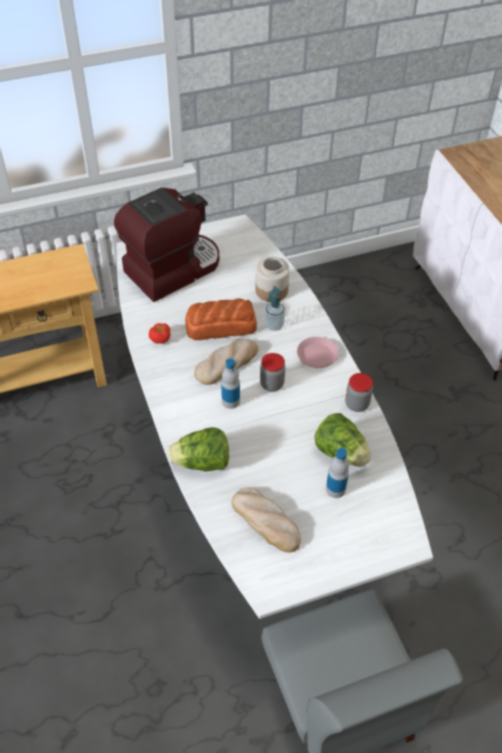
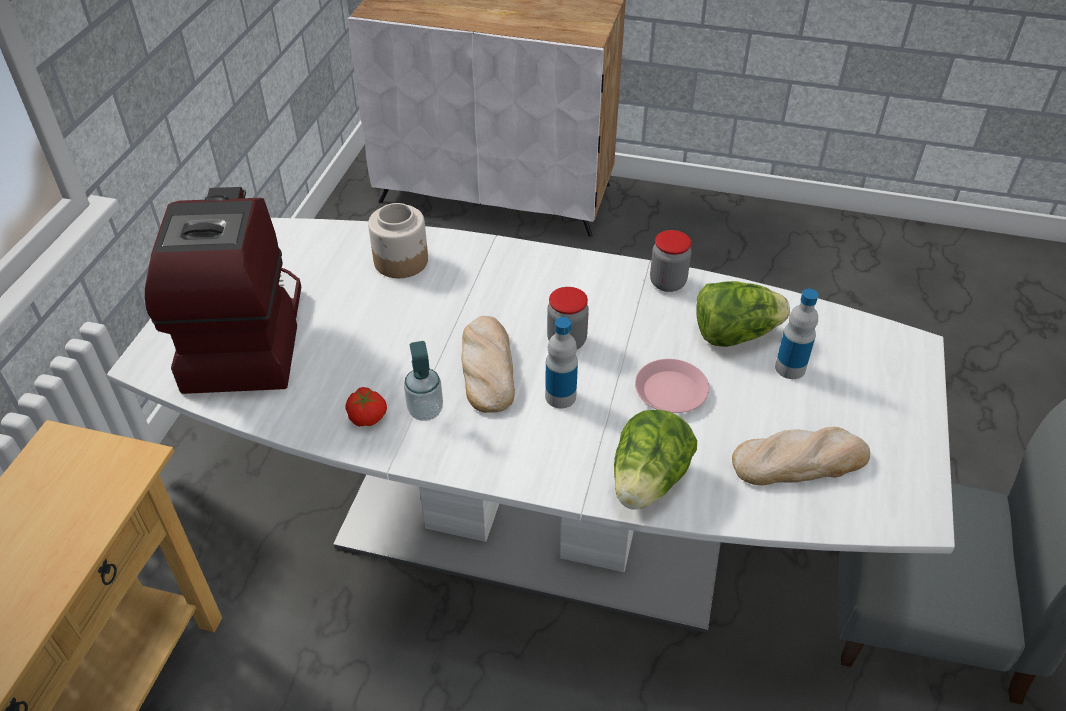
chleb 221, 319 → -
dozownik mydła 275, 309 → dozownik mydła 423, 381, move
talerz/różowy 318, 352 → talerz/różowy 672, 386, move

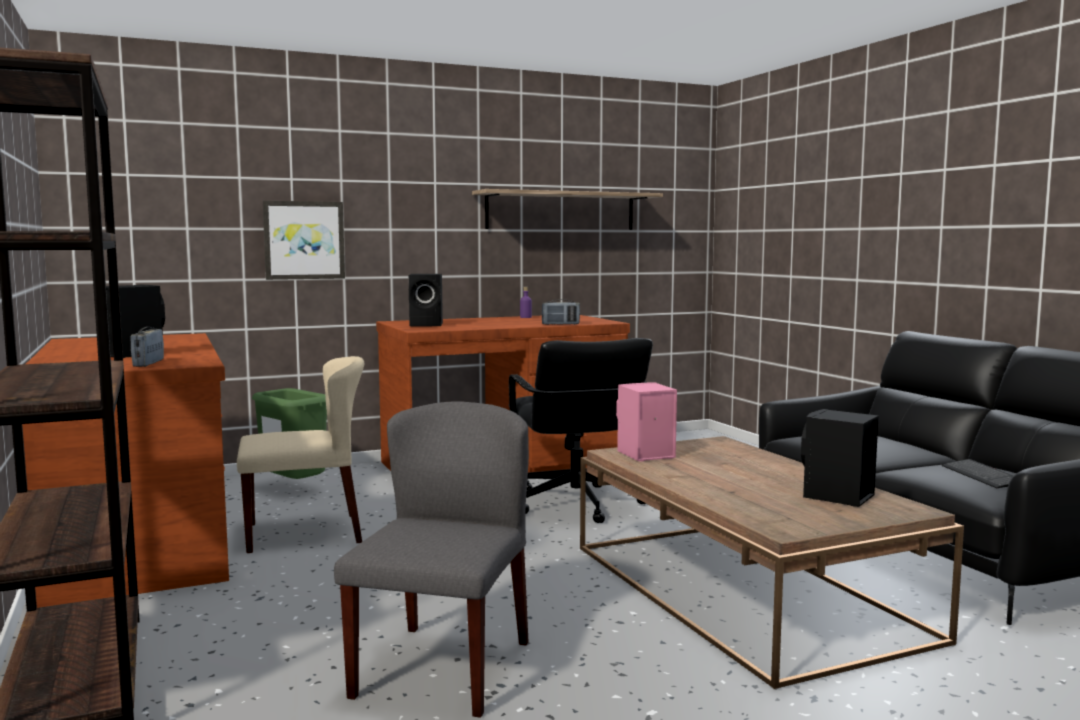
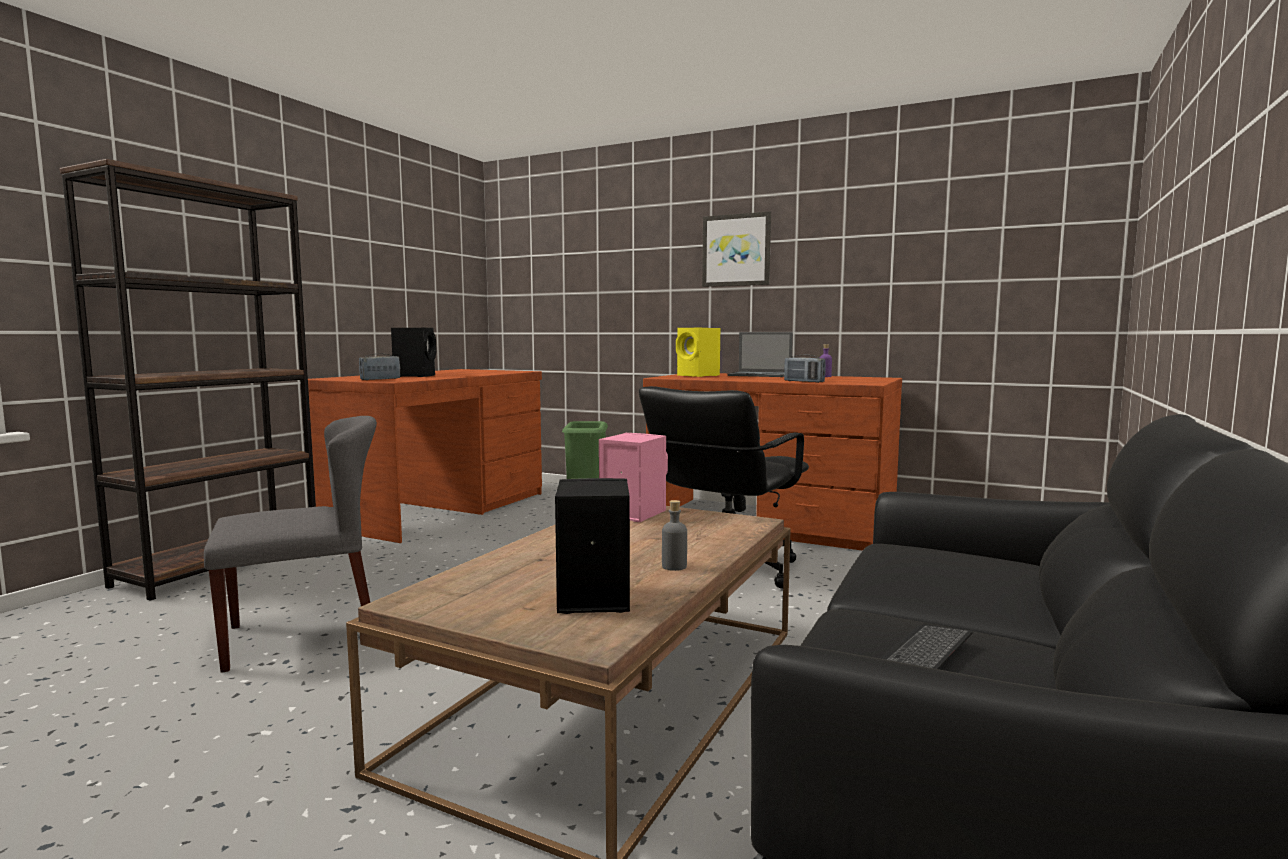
krzesło/beżowy 301, 454 → -
obraz 304, 240 → obraz 736, 249, move
głośnik/czarny 426, 300 → głośnik/żółty 698, 352
półka 567, 209 → -
- → butelka/szary 674, 535
- → laptop 760, 354

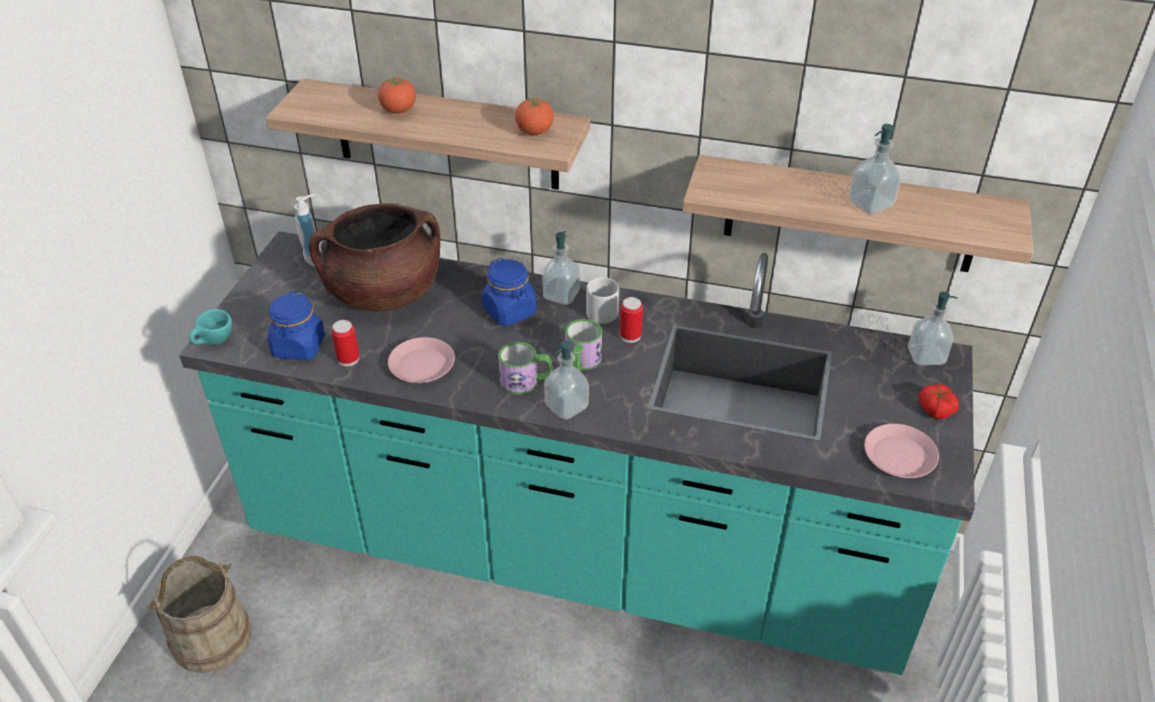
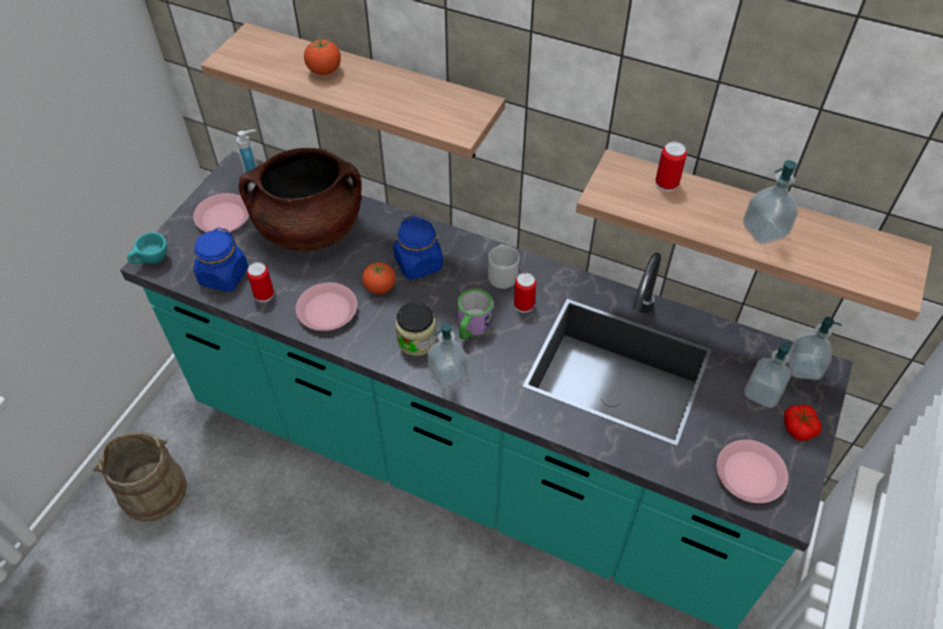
kubek 525, 368 → słoik 416, 329
pomidor 534, 116 → pomidor 379, 278, move
dozownik mydła 561, 268 → dozownik mydła 767, 374, move
- → talerz/różowy 221, 212
- → puszka 671, 167

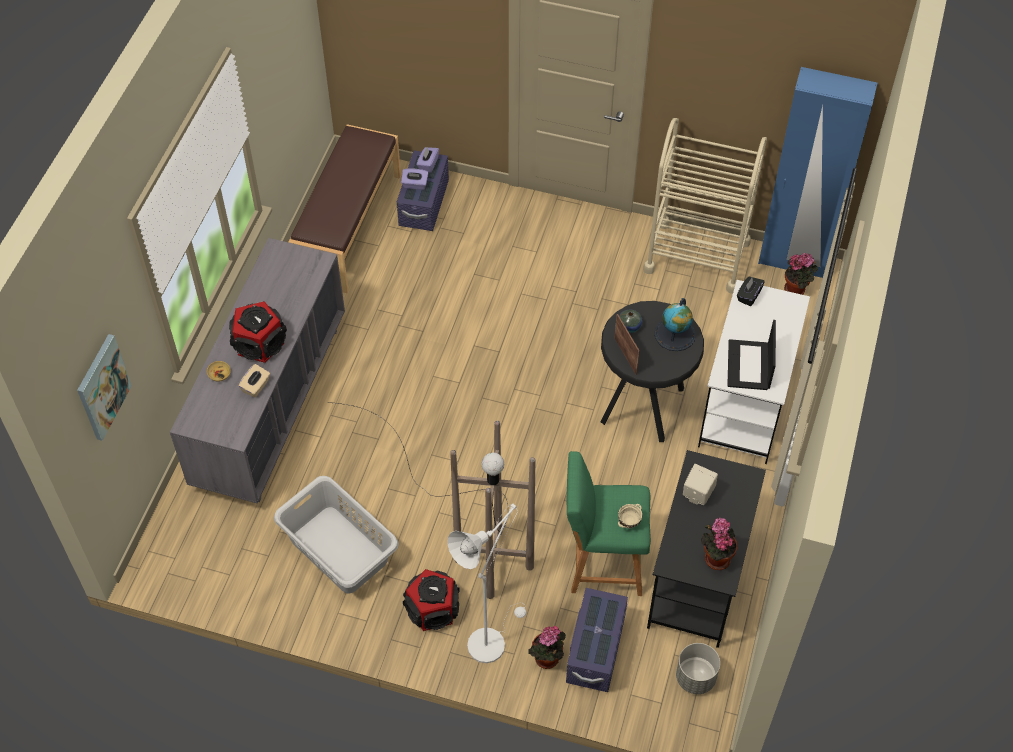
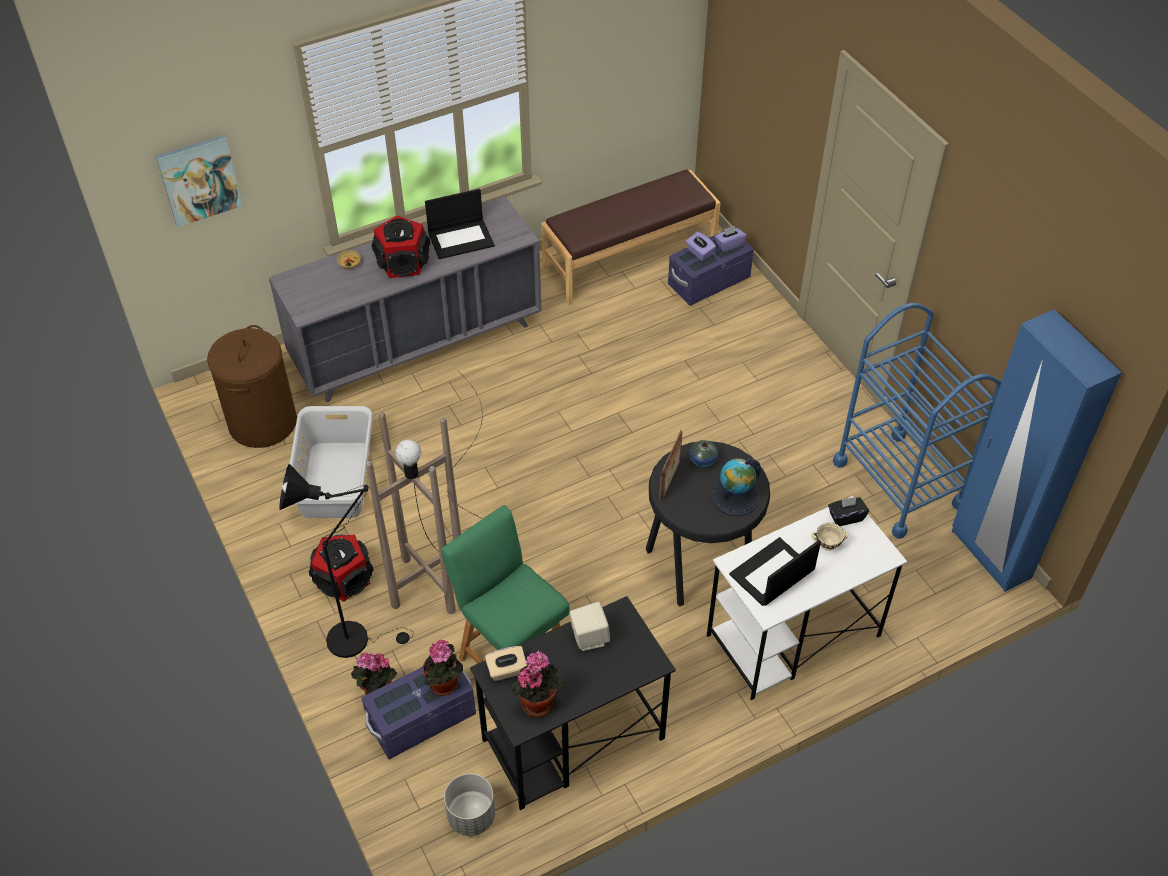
pudełko chusteczek/beżowy 254, 380 → pudełko chusteczek/beżowy 506, 663, move
lampa stojąca/biały 486, 583 → lampa stojąca/czarny 345, 561
miska/beżowy 630, 516 → miska/beżowy 830, 536, move
wózek/beżowy 705, 205 → wózek/niebieski 917, 421
roślina doniczkowa 801, 274 → roślina doniczkowa 443, 668, move
- → kosz na pranie/brązowy 252, 386
- → laptop 460, 224

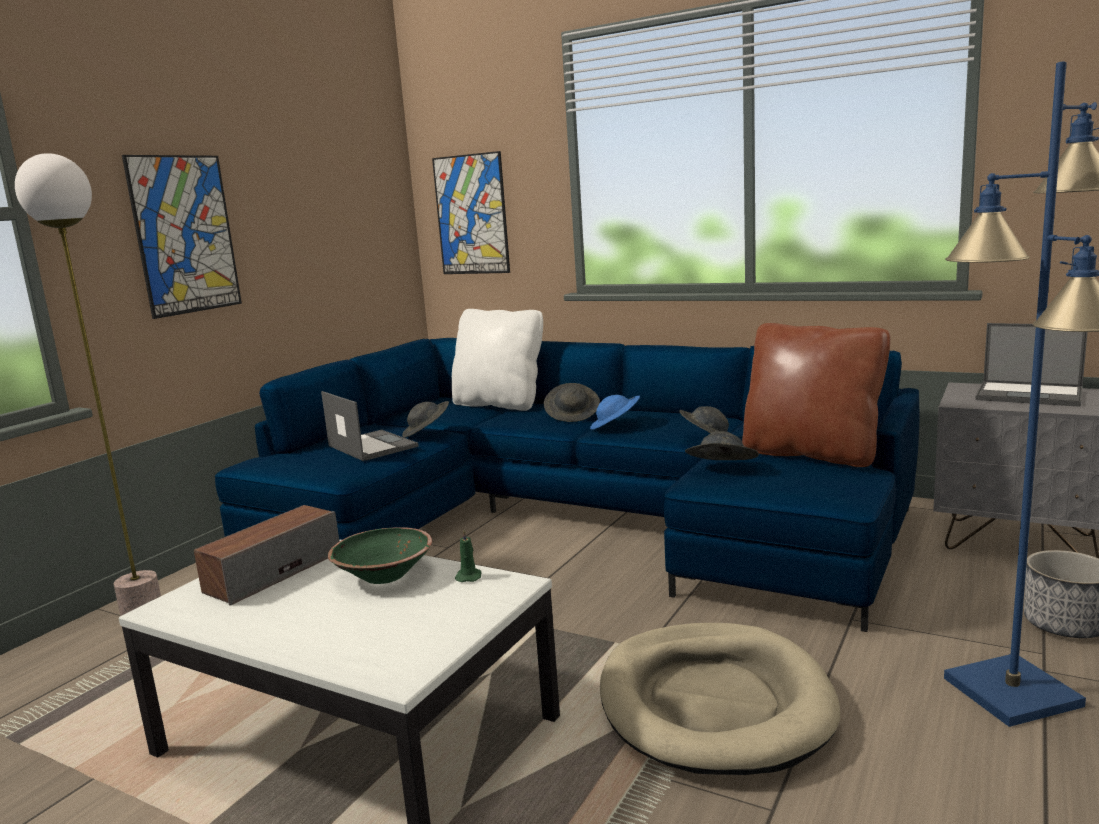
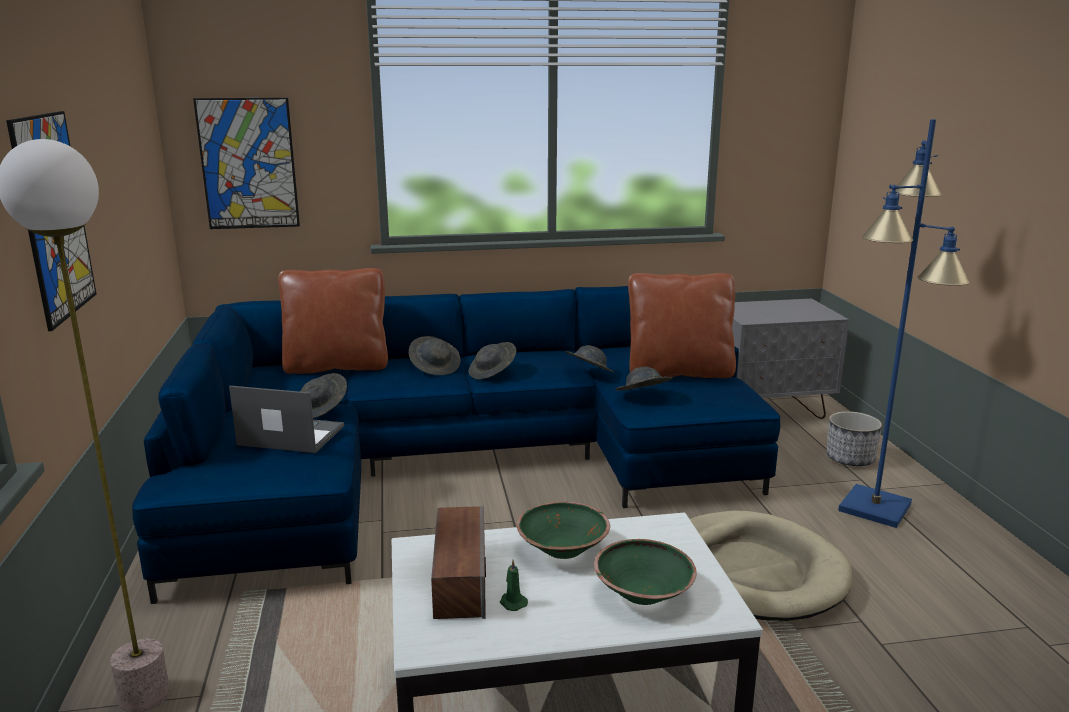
poduszka/biały 497, 360 → poduszka/brązowy 333, 321
świeca/zielony 468, 555 → świeca/zielony 514, 585, move
kapelusz/niebieski 615, 412 → kapelusz/szary 492, 360
laptop 1031, 365 → -
- → miska/zielony 645, 572

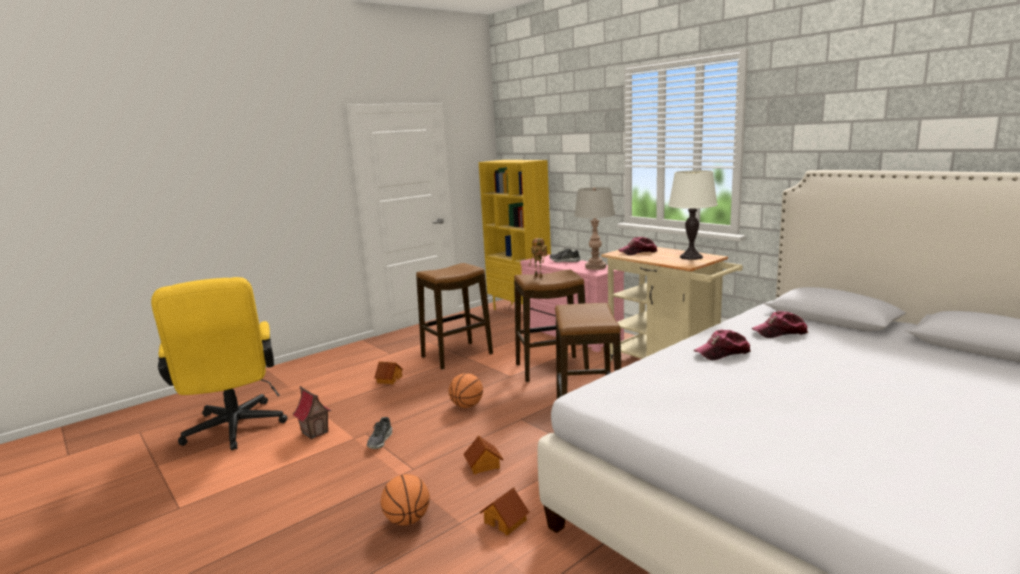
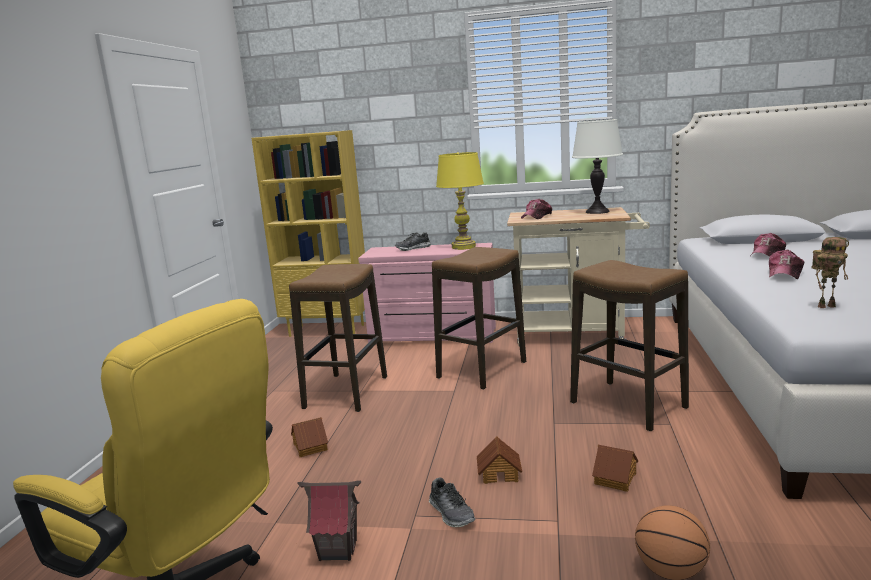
piłka do koszykówki 466, 390 → -
domek 504, 511 → domek 499, 460, move
robot zabawkowy 538, 258 → robot zabawkowy 830, 272, move
lampa stołowa/szary 594, 228 → lampa stołowa/żółty 460, 201

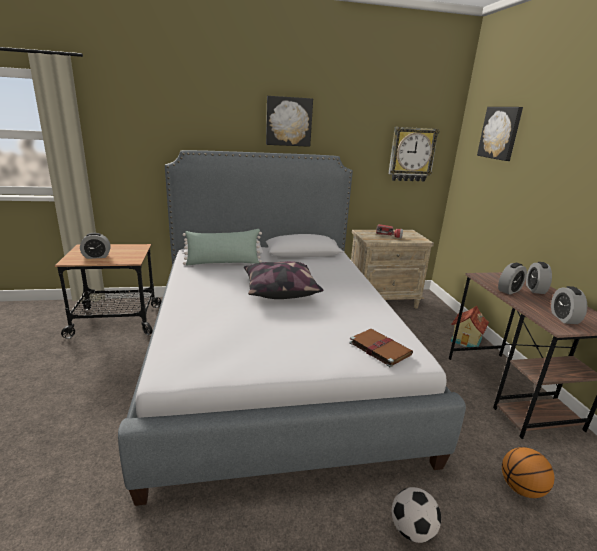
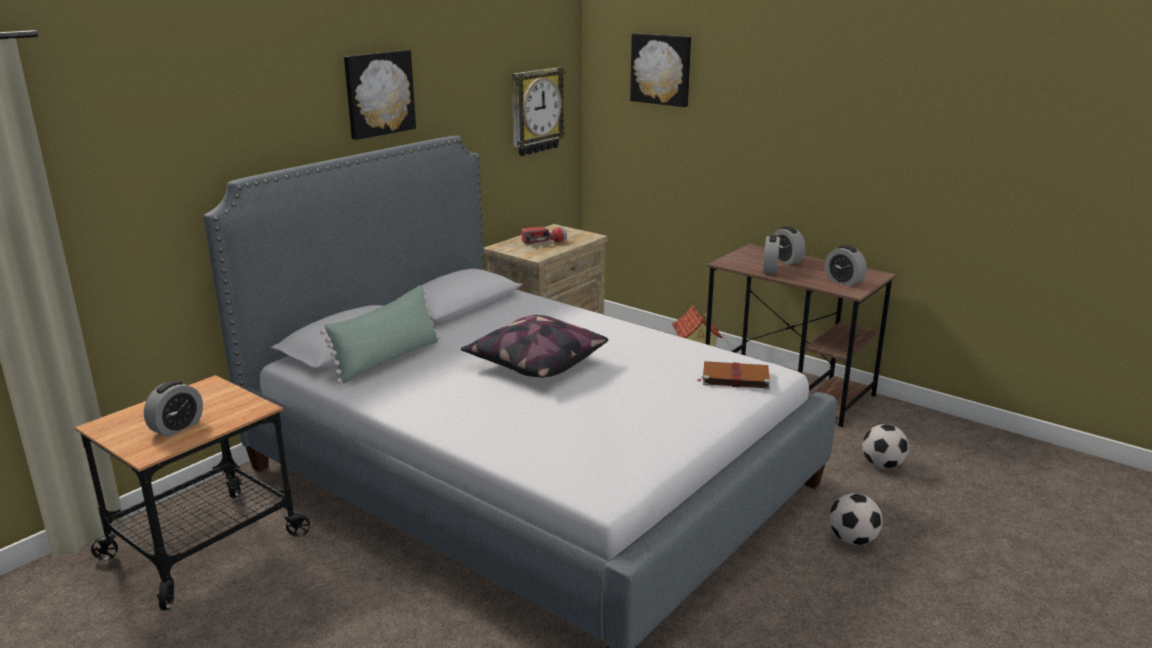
piłka do koszykówki 528, 472 → piłka futbolowa 885, 446

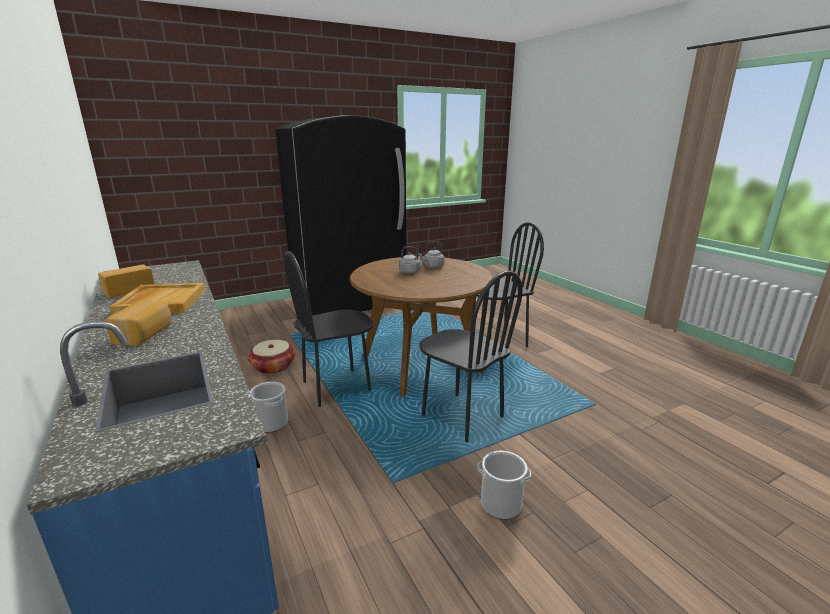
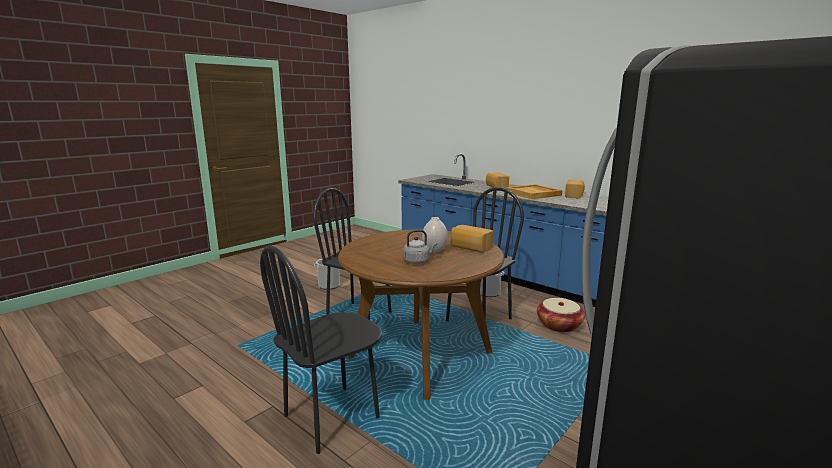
czajnik/szary 413, 260 → wazon/biały 435, 235
- → chleb 472, 239

